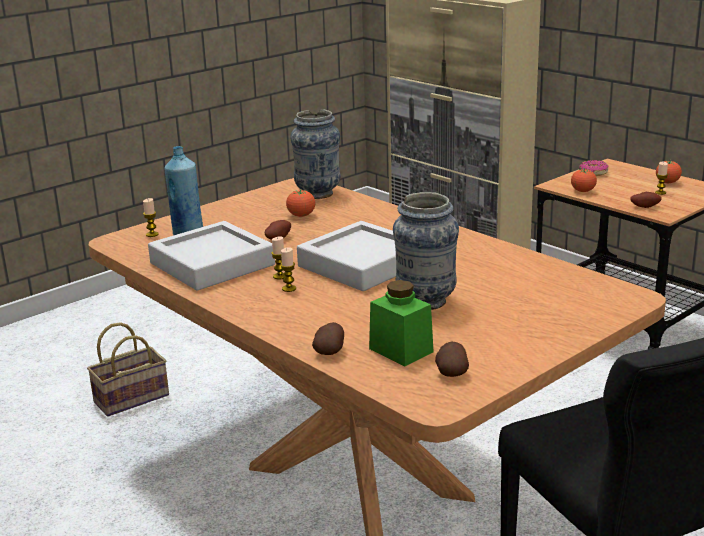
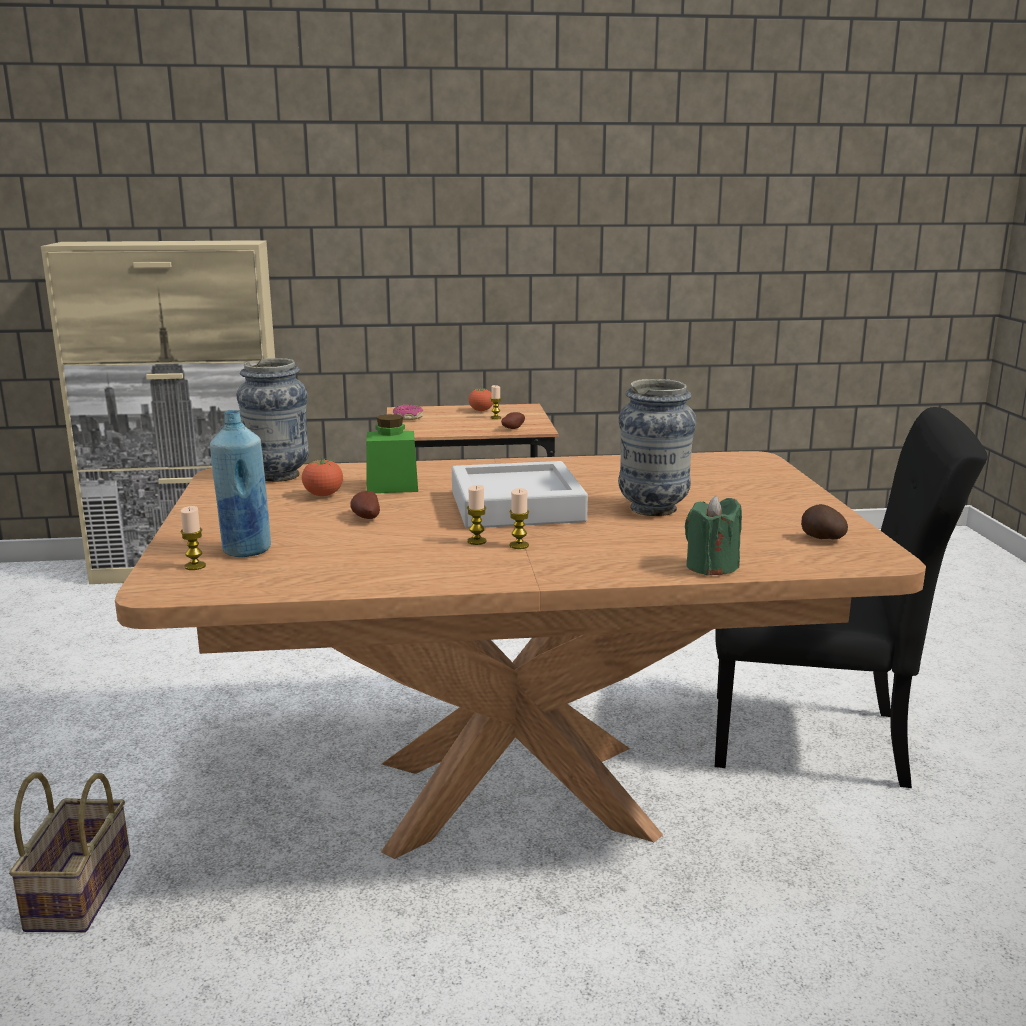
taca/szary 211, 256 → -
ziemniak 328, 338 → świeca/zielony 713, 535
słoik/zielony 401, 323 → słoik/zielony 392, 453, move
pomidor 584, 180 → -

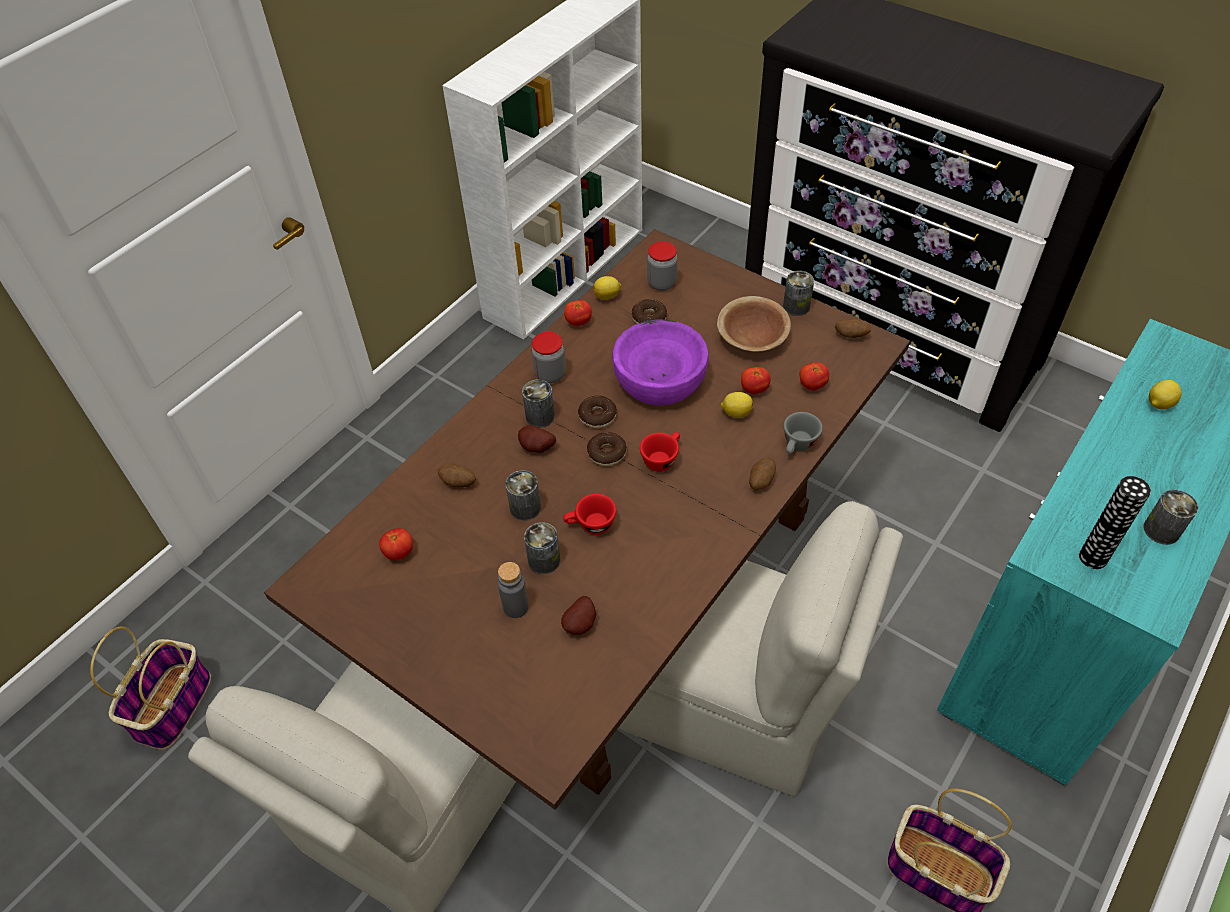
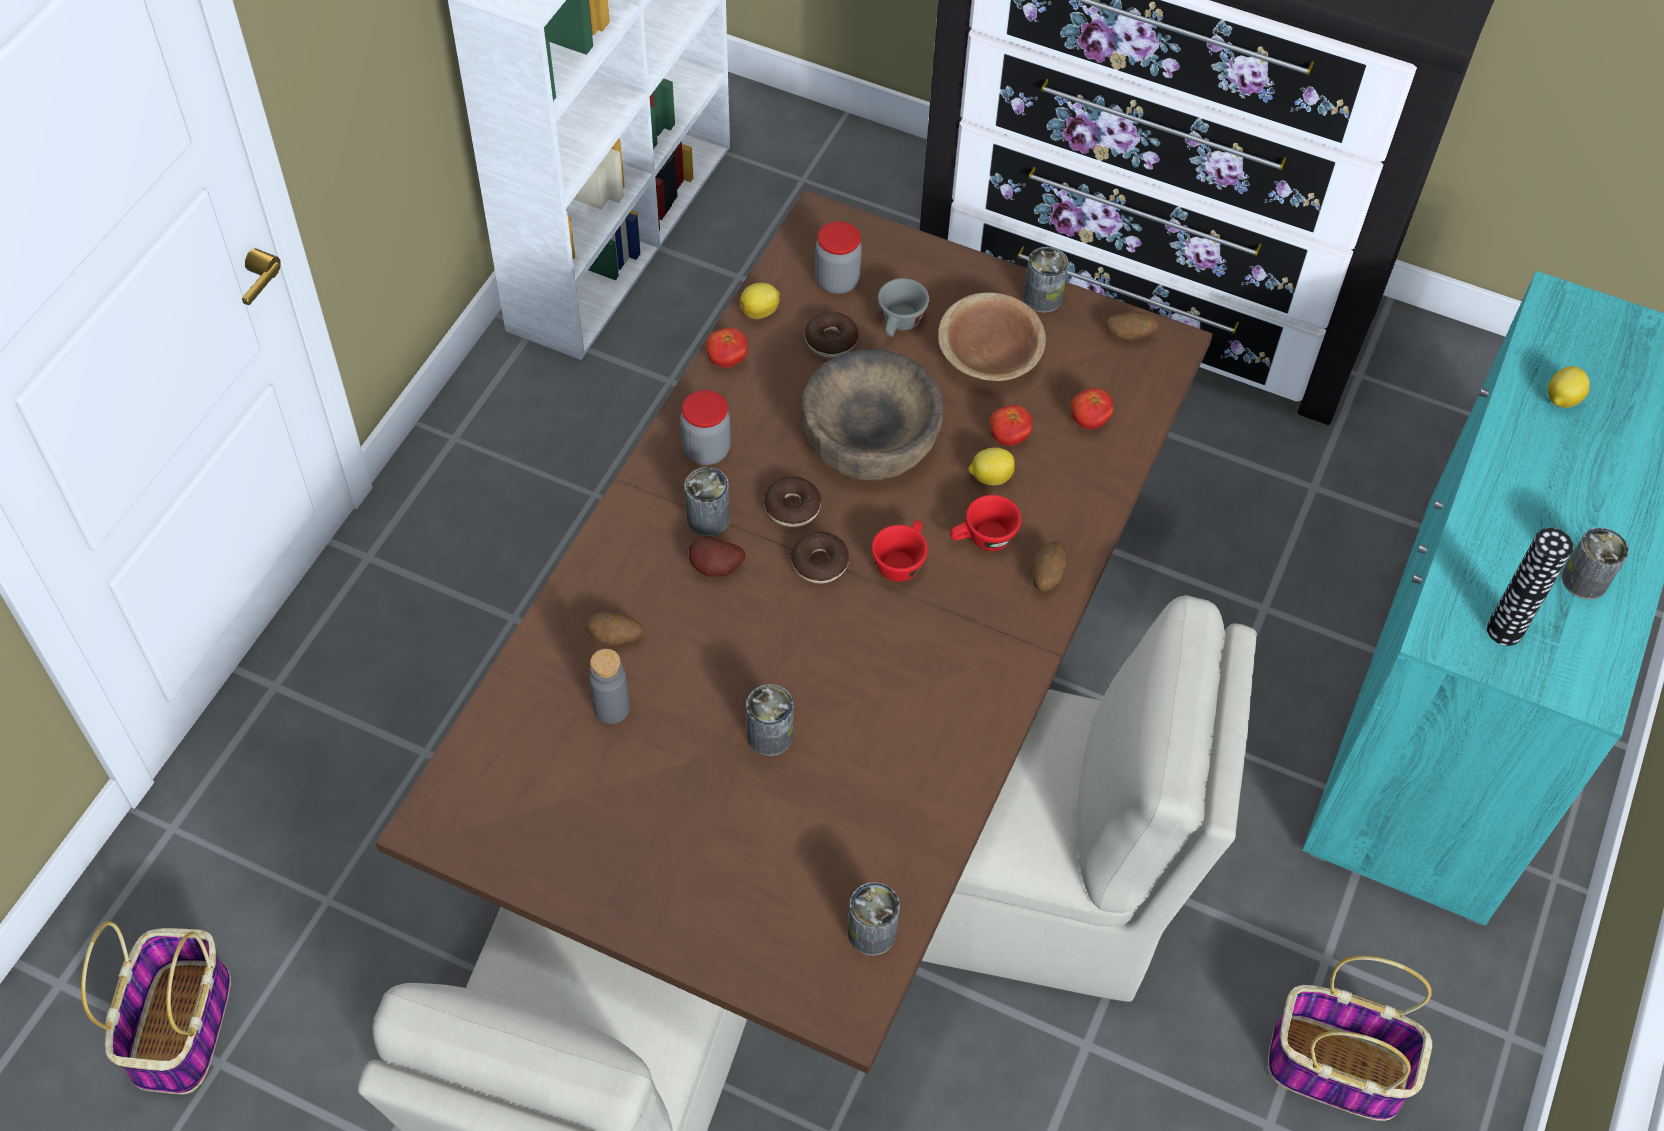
pomidor 396, 544 → -
butelka/szary 513, 590 → butelka/szary 609, 686, move
puszka 523, 495 → puszka 874, 919, move
ziemniak 578, 615 → -
filiżanka/czerwony 589, 514 → filiżanka/czerwony 986, 523, move
miska/fioletowy 660, 362 → miska/brązowy 871, 414
filiżanka/szary 803, 433 → filiżanka/szary 903, 307, move

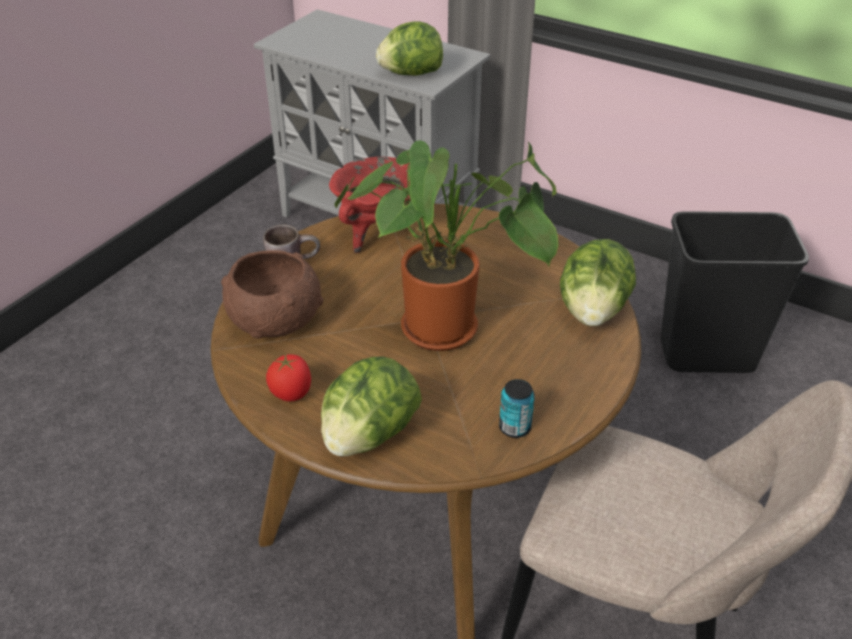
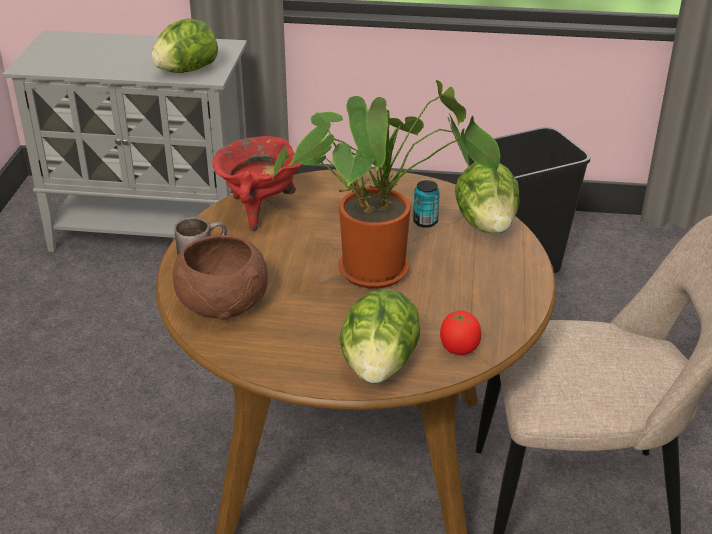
pomidor 288, 377 → pomidor 460, 333, move
puszka 517, 408 → puszka 426, 204, move

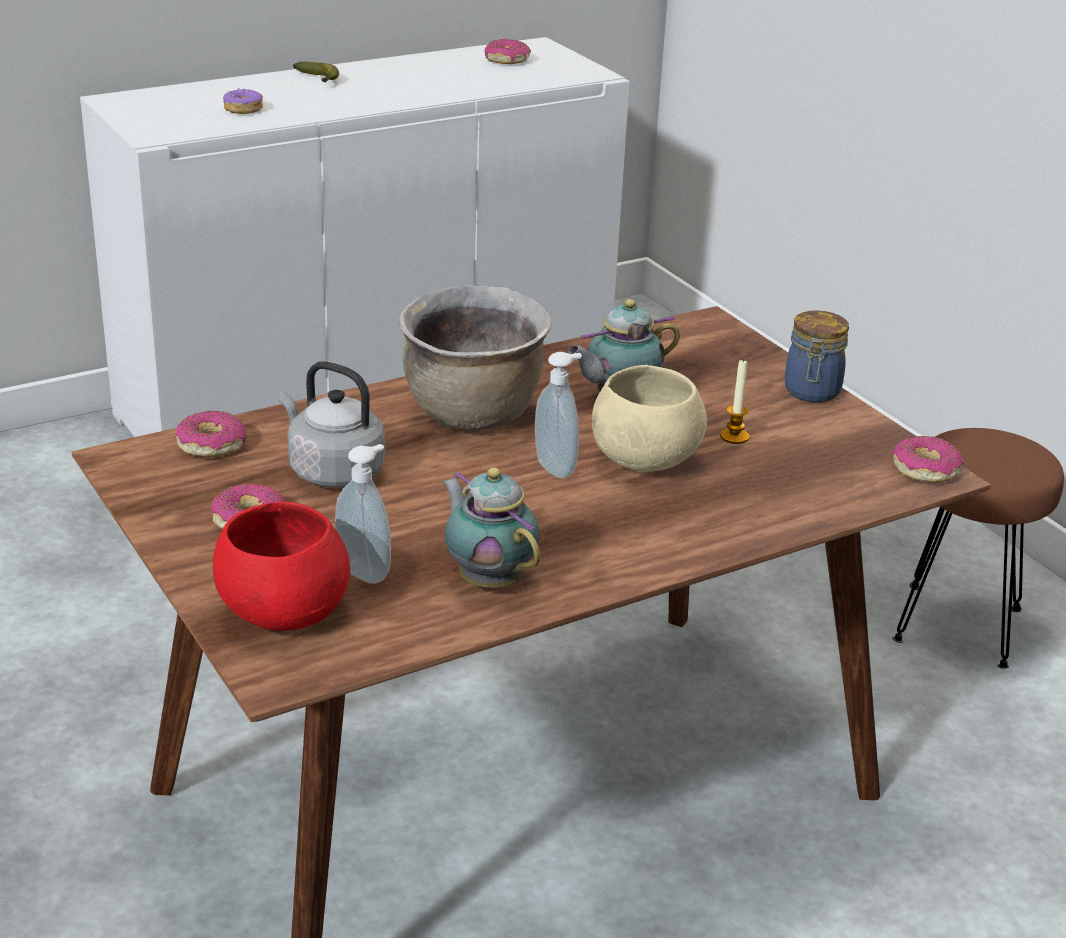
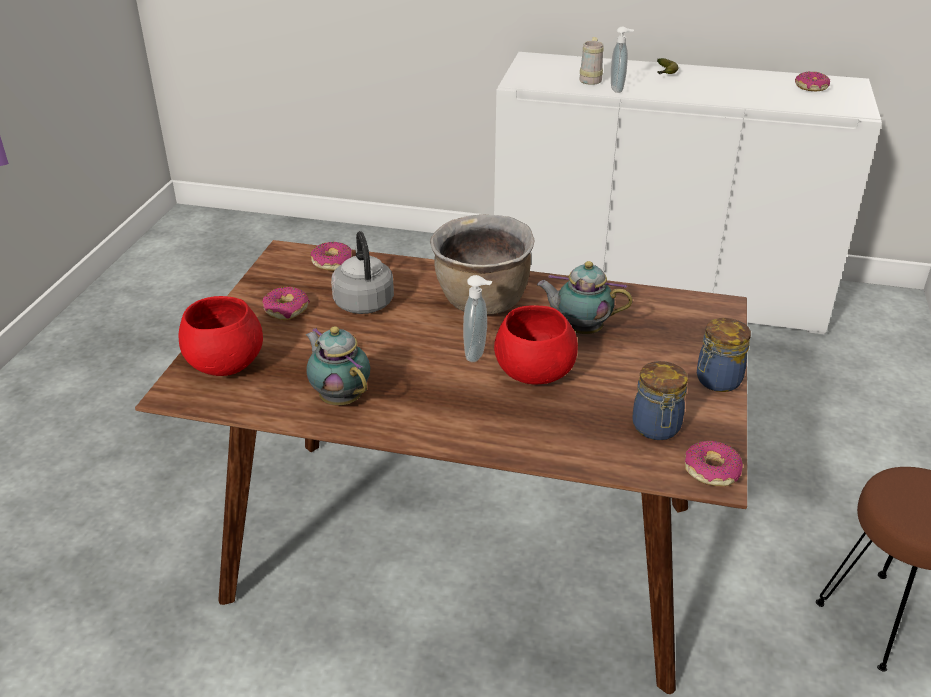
donut 243, 101 → kubek/beżowy 591, 61
dozownik mydła 363, 514 → dozownik mydła 622, 60, move
imbryk 491, 528 → imbryk 338, 365, 45 degrees counterclockwise
miska/beżowy 649, 418 → miska/czerwony 536, 344
świeca 735, 401 → -
- → słoik 660, 400

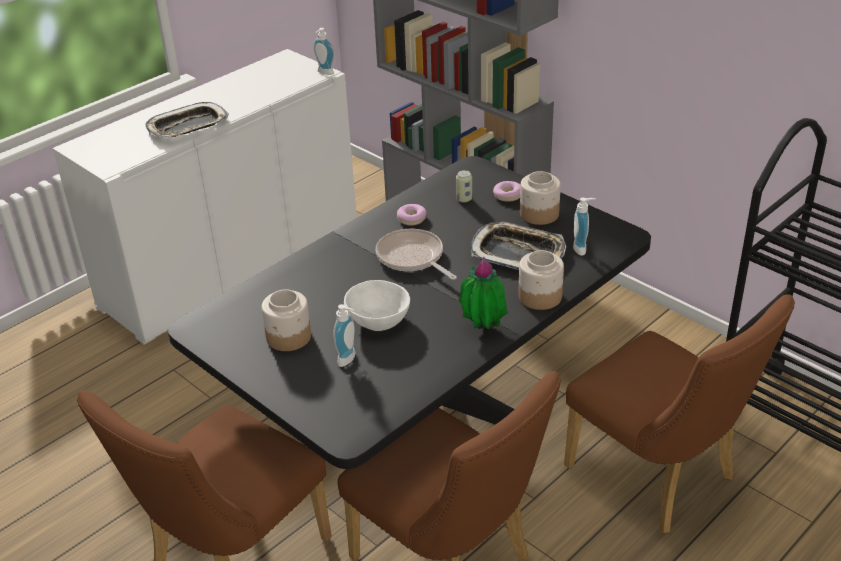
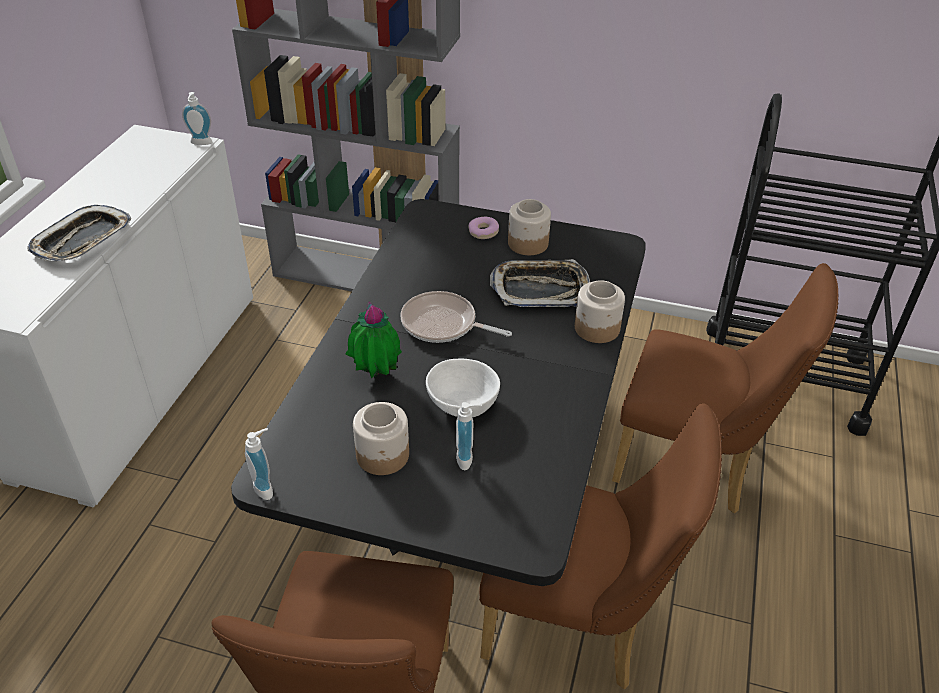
donut 411, 215 → -
puszka 464, 186 → -
roślina doniczkowa 483, 293 → roślina doniczkowa 374, 339, move
dozownik mydła 584, 227 → dozownik mydła 259, 464, move

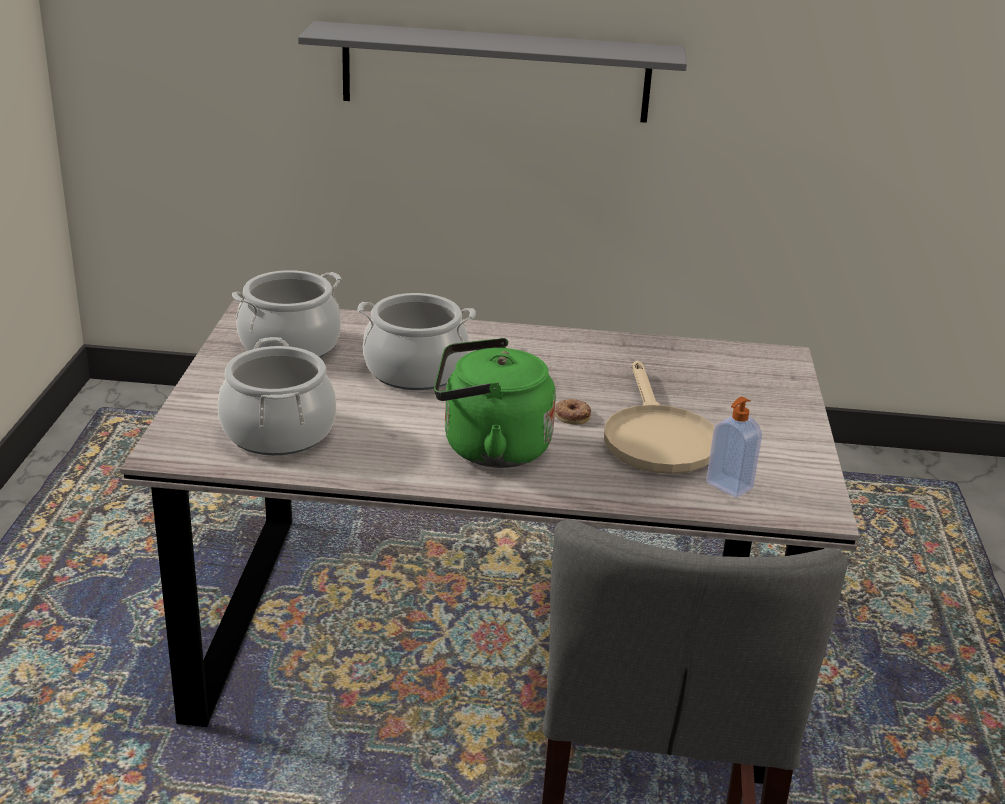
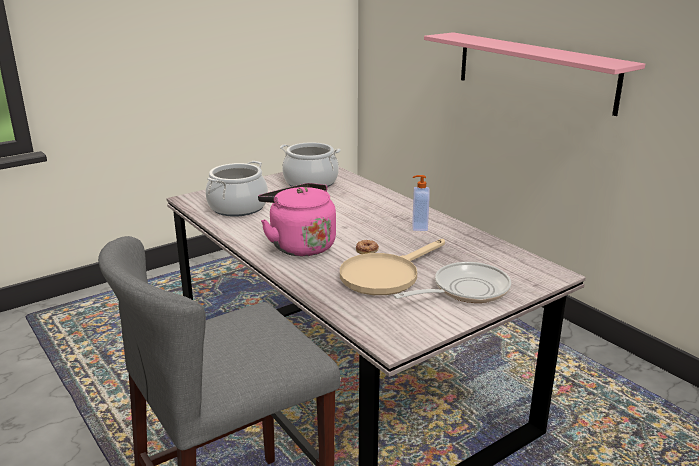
półka/szary 492, 72 → półka/różowy 534, 74
garnek 417, 341 → -
czajnik/zielony 495, 403 → czajnik/różowy 297, 219
dozownik mydła 734, 447 → dozownik mydła 421, 203, move
- → patelnia 452, 282

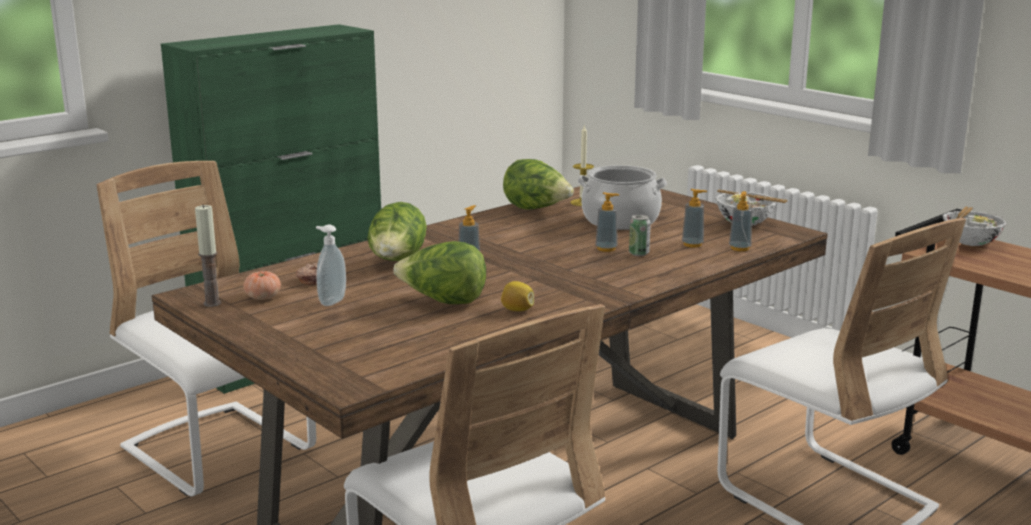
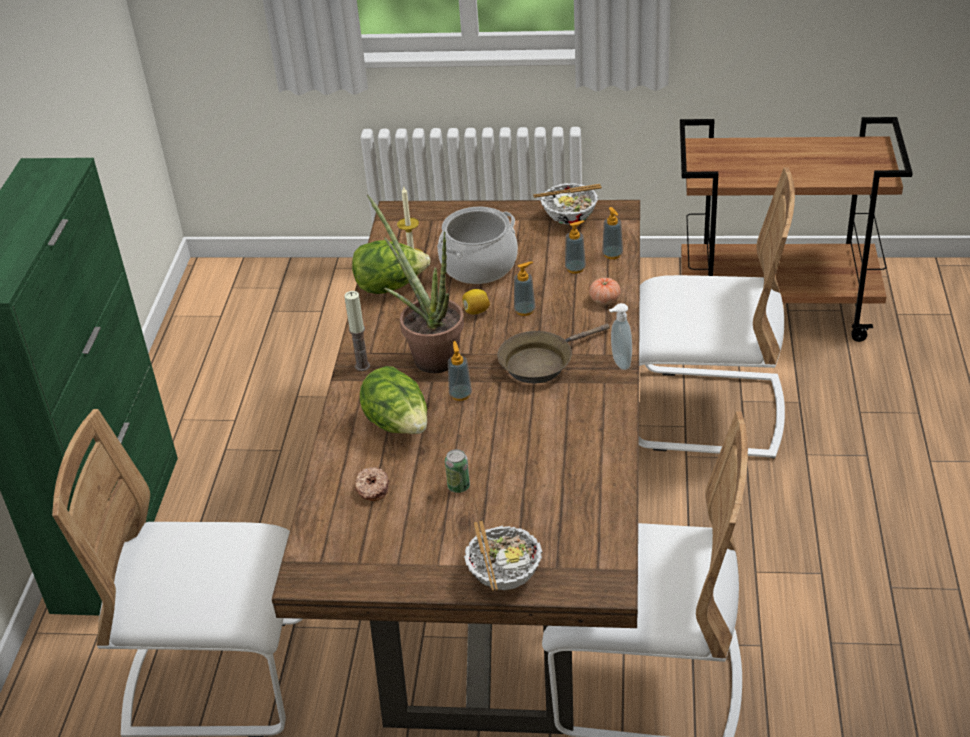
świeca 208, 255 → świeca 357, 331, move
pomidor 262, 285 → pomidor 605, 291, move
dozownik mydła 331, 265 → dozownik mydła 620, 336, move
sałata 439, 272 → -
cytryna 517, 296 → cytryna 476, 302, move
puszka 640, 235 → puszka 457, 471, move
miska 975, 226 → miska 503, 556, move
- → roślina doniczkowa 415, 284
- → patelnia/brązowy 553, 353

